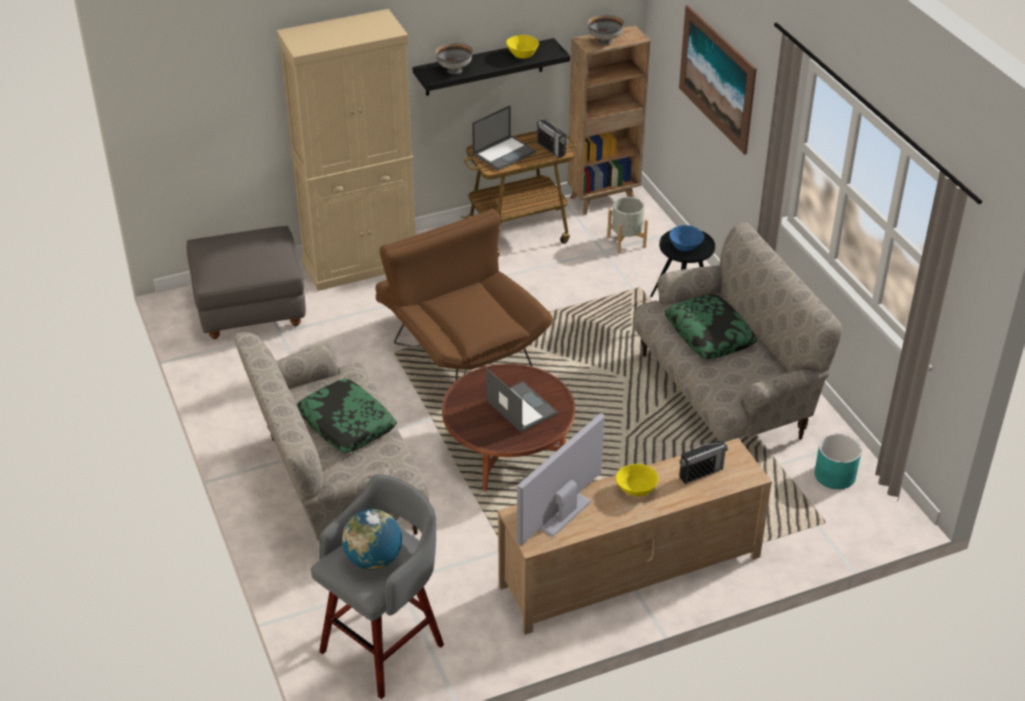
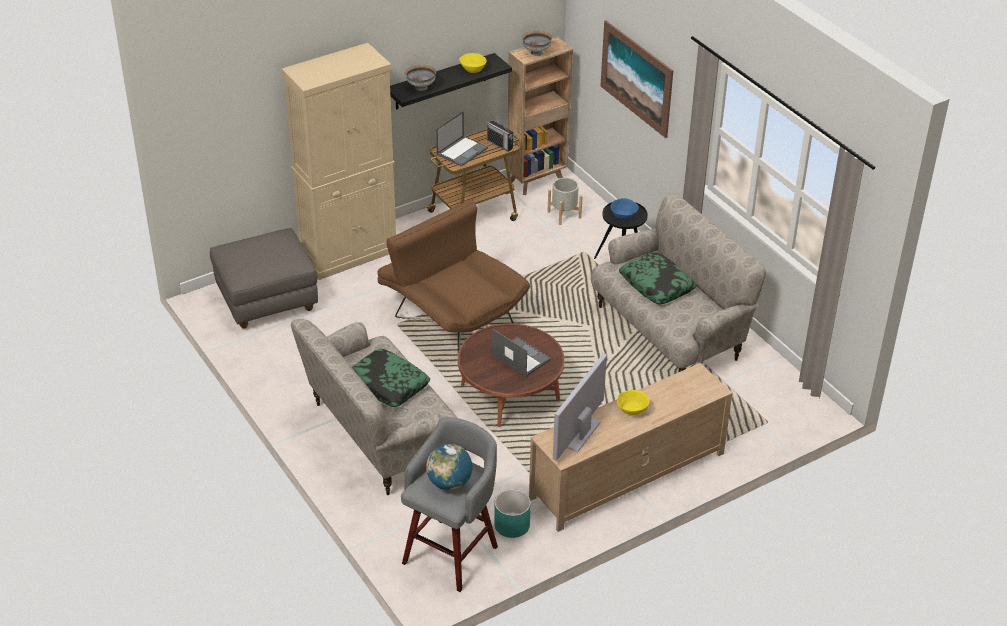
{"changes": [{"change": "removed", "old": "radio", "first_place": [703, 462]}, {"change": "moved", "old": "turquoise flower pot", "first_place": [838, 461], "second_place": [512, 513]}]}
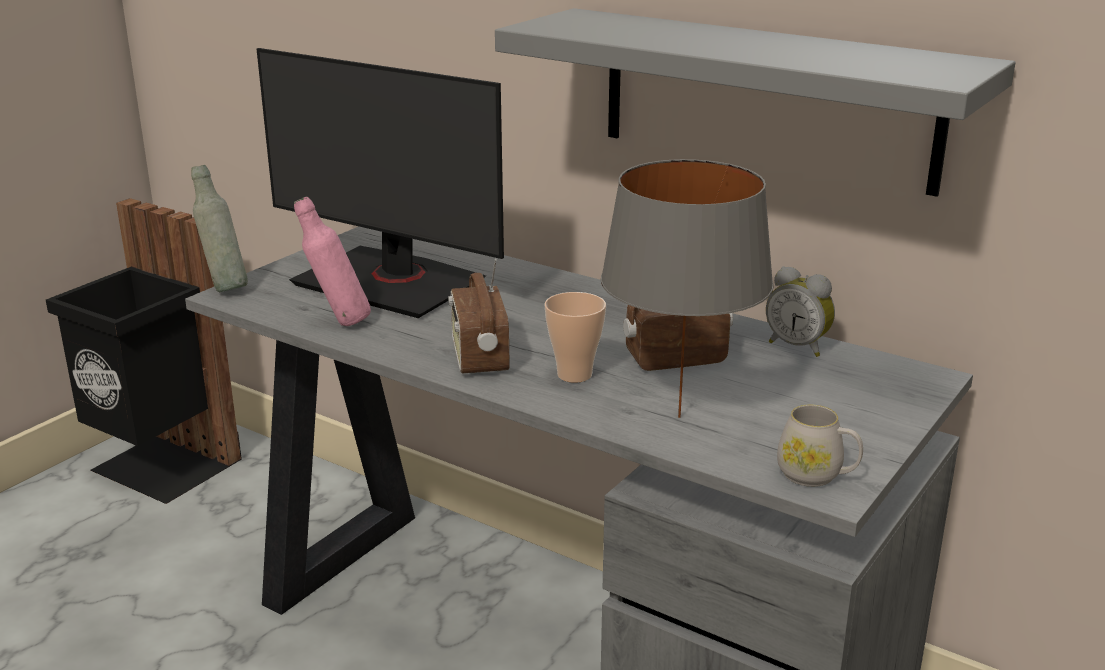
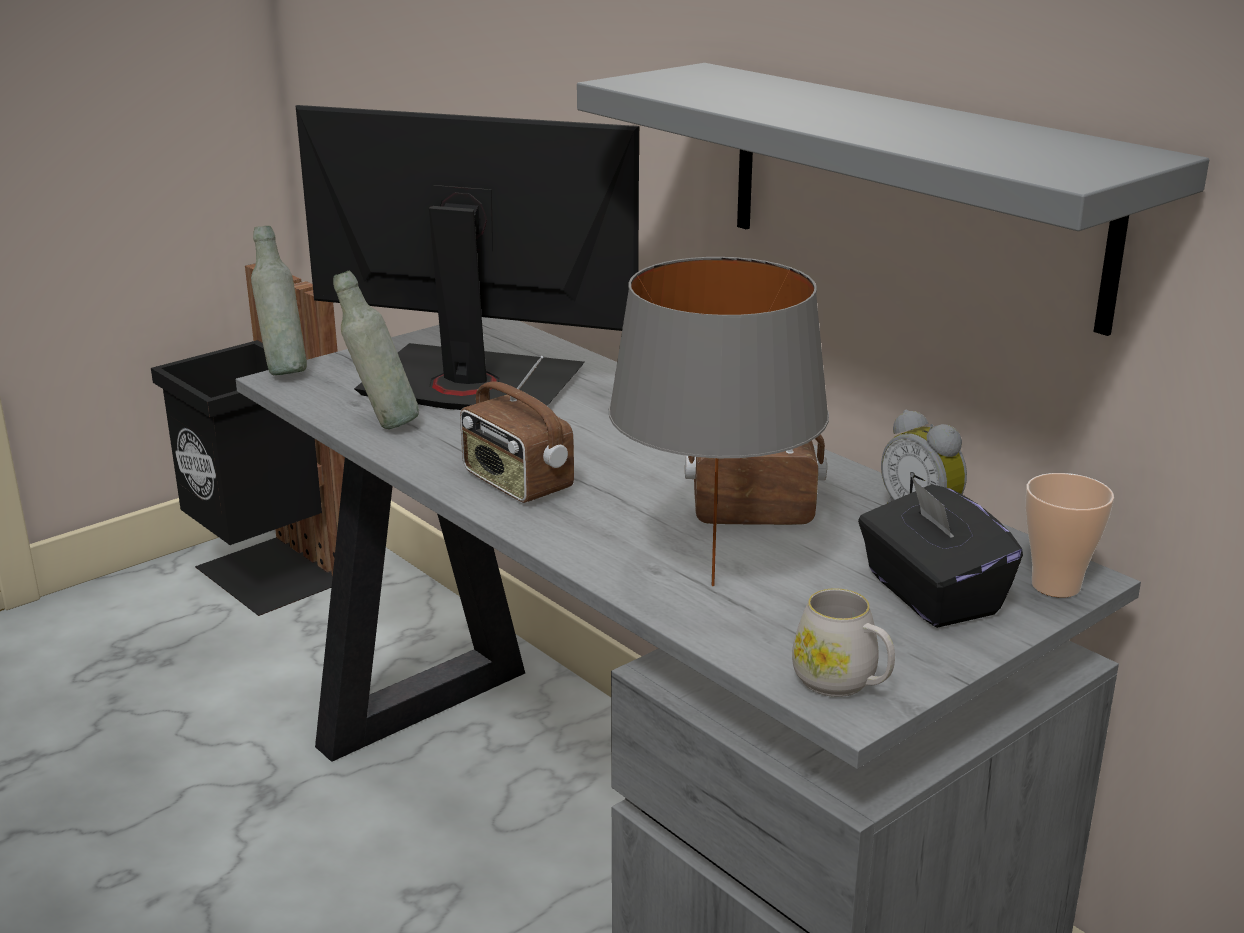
{"changes": [{"change": "turned", "old": "monitor", "first_place": [380, 183], "second_place": [467, 257], "degrees": 150}, {"change": "recoloured", "old": "pink-coloured drink bottle", "new": "grey drink bottle", "first_place": [332, 261], "second_place": [376, 350]}, {"change": "turned", "old": "radio", "first_place": [478, 315], "second_place": [517, 429], "degrees": -45}, {"change": "moved", "old": "drinking cup", "first_place": [575, 337], "second_place": [1069, 535]}, {"change": "added", "new": "blackish box of tissues", "second_place": [940, 552]}]}
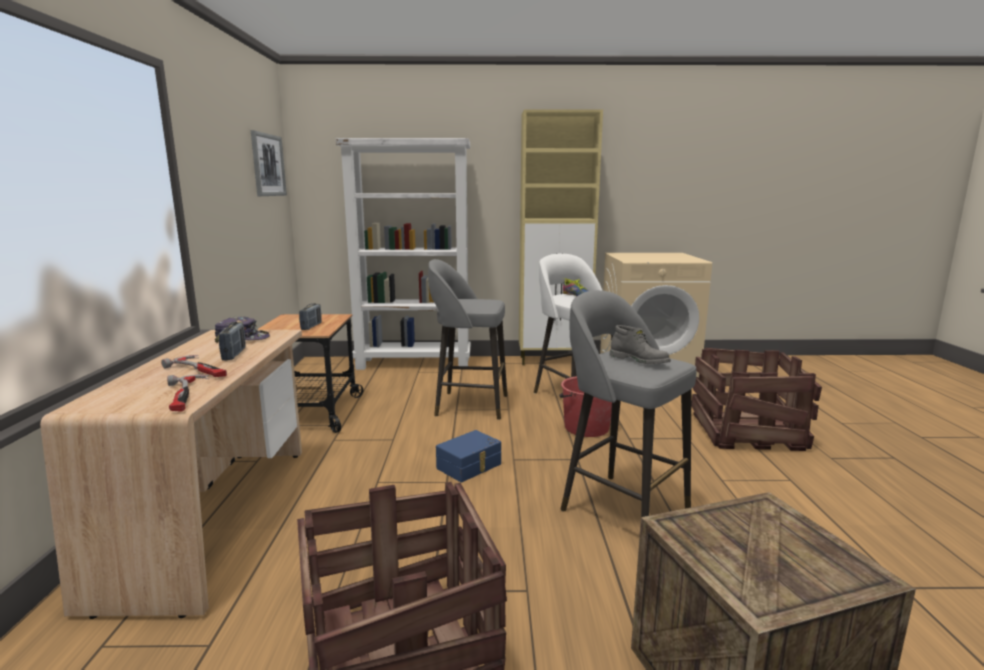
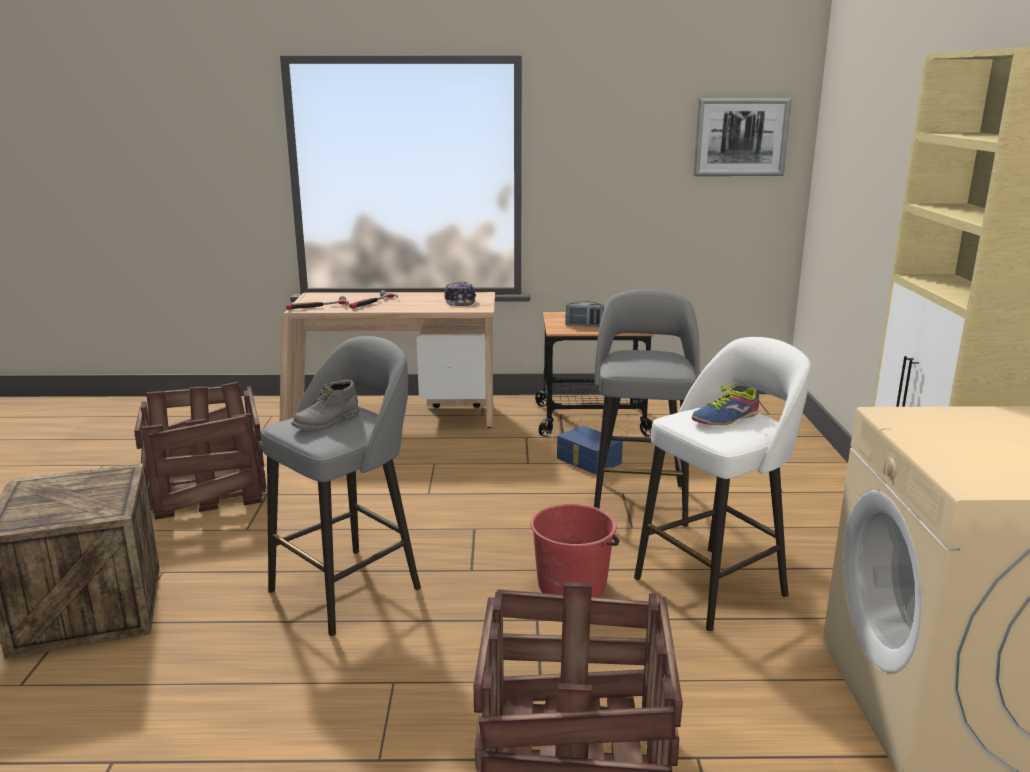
{"changes": [{"change": "removed", "old": "radio", "first_place": [232, 341]}, {"change": "removed", "old": "white shelving unit", "first_place": [403, 254]}, {"change": "moved", "old": "blue storage bin", "first_place": [468, 456], "second_place": [590, 450]}]}
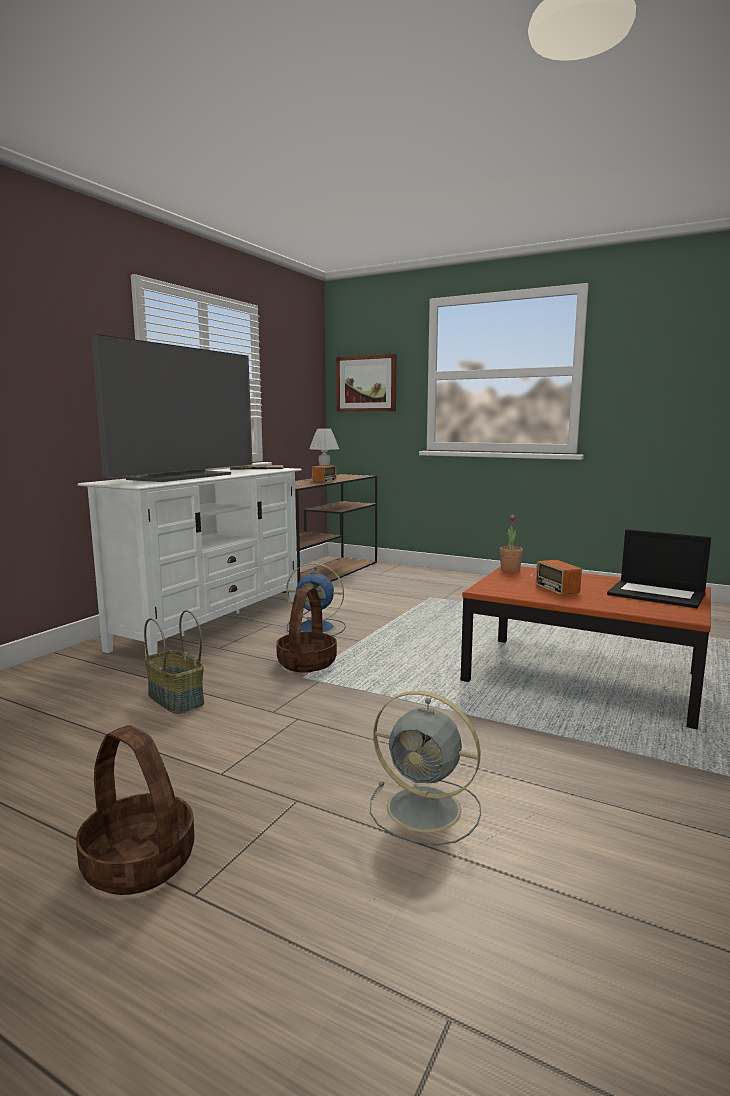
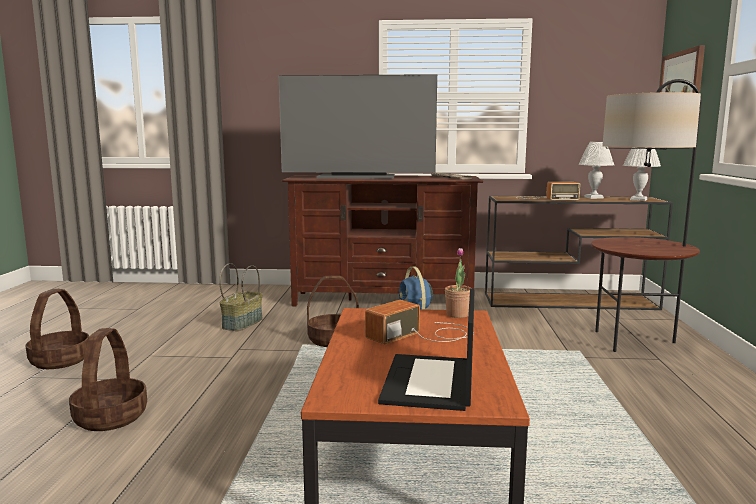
{"changes": [{"change": "recoloured", "old": "white media console", "new": "brown media console", "first_place": [189, 562], "second_place": [382, 240]}, {"change": "replaced", "old": "grey electric fan", "new": "household basket", "first_place": [425, 768], "second_place": [108, 379]}, {"change": "added", "new": "floor lamp", "second_place": [646, 215]}, {"change": "added", "new": "white lamp for a table", "second_place": [642, 174]}]}
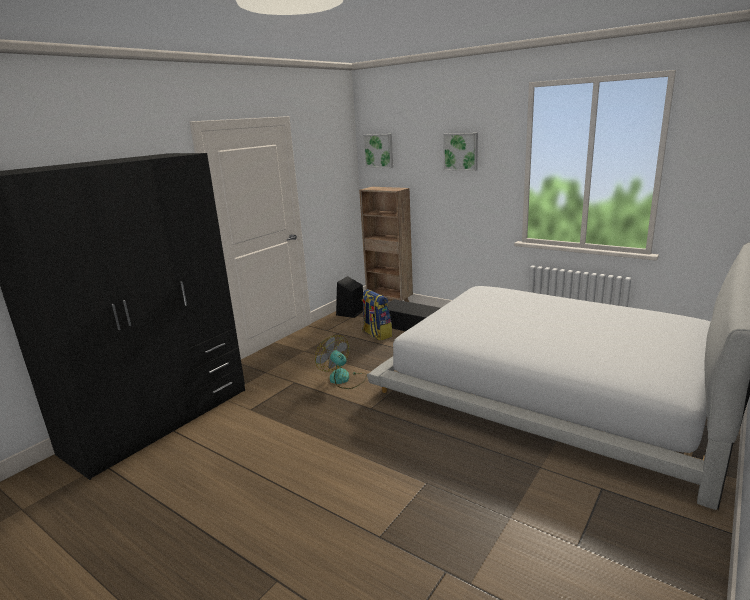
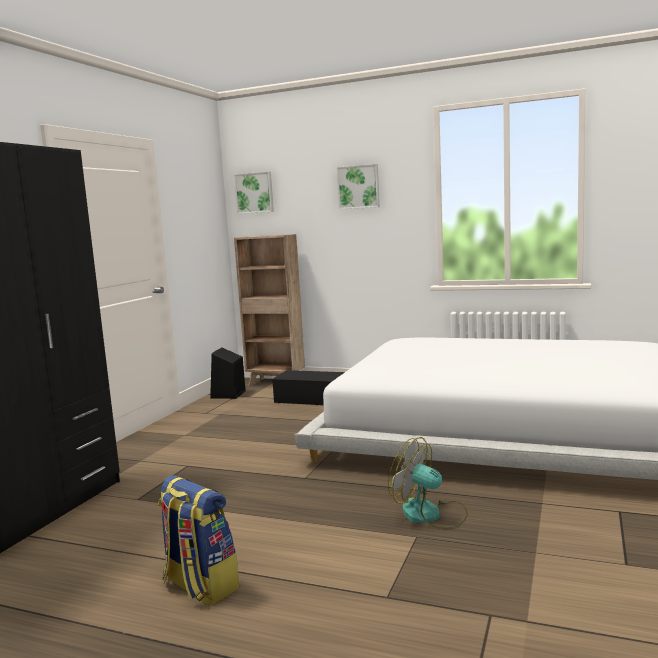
{"changes": [{"change": "moved", "old": "electric fan", "first_place": [341, 362], "second_place": [428, 483]}, {"change": "moved", "old": "knapsack", "first_place": [377, 315], "second_place": [198, 540]}]}
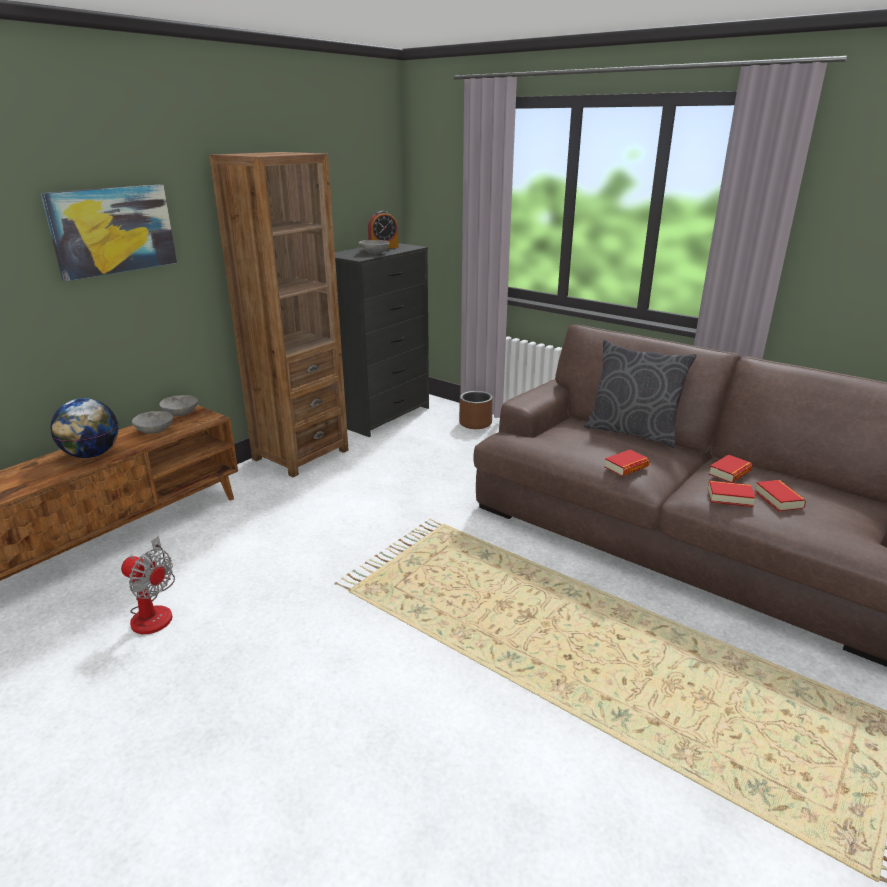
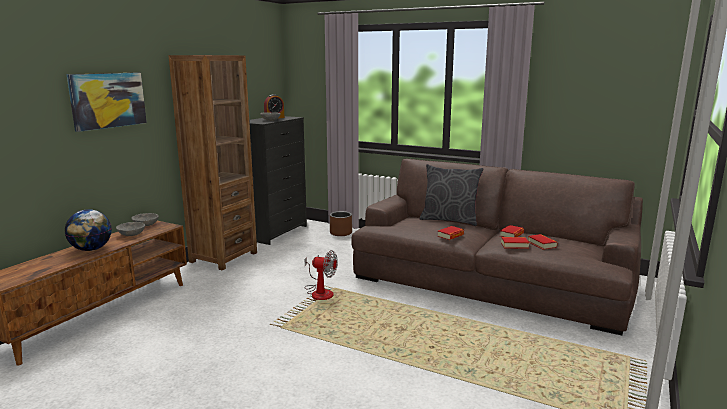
{"changes": [{"change": "moved", "old": "electric fan", "first_place": [148, 585], "second_place": [321, 275]}]}
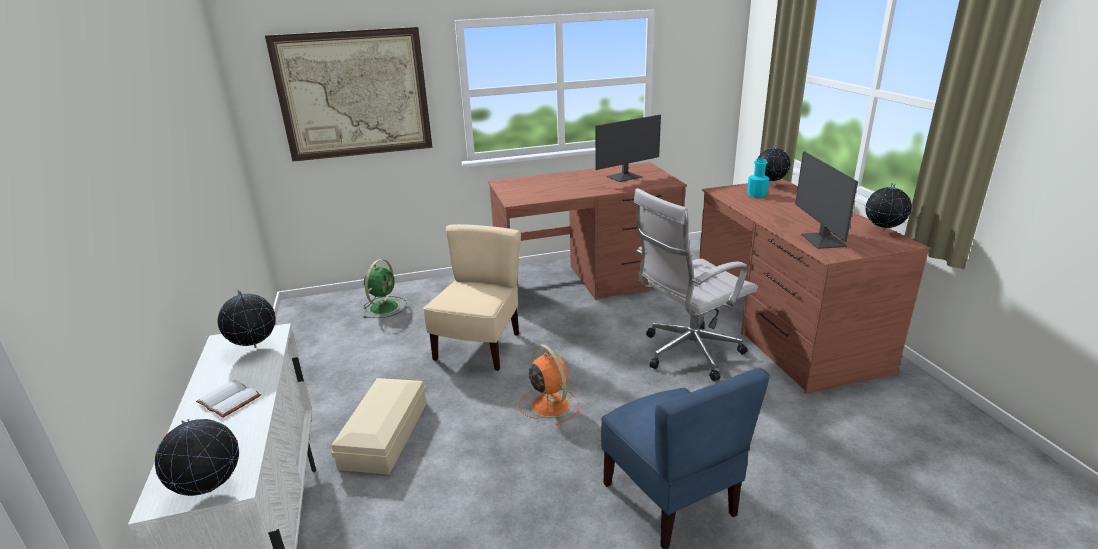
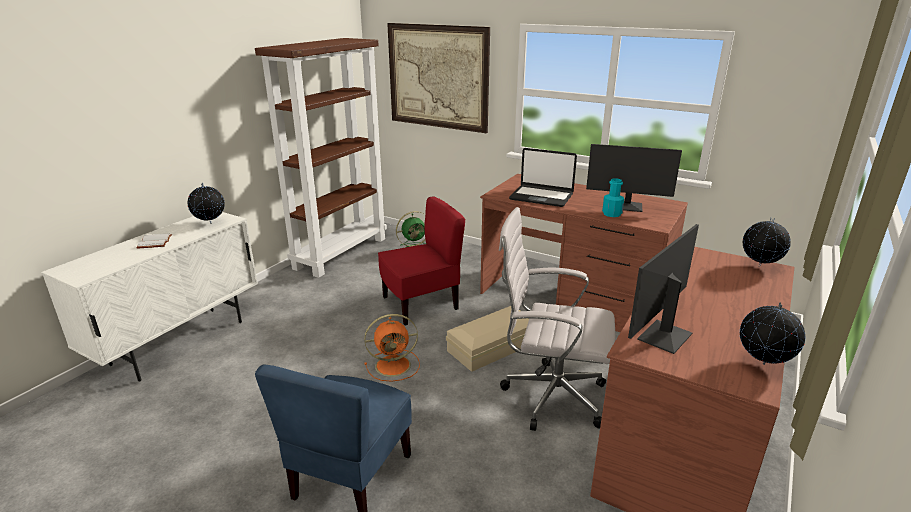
{"changes": [{"change": "removed", "old": "desk globe", "first_place": [197, 457]}, {"change": "moved", "old": "beige storage bin", "first_place": [378, 426], "second_place": [487, 339]}, {"change": "recoloured", "old": "beige chair", "new": "red chair", "first_place": [472, 297], "second_place": [421, 261]}, {"change": "turned", "old": "orange-coloured electric fan", "first_place": [549, 385], "second_place": [392, 347], "degrees": 60}, {"change": "moved", "old": "turquoise drink bottle", "first_place": [758, 177], "second_place": [613, 197]}, {"change": "added", "new": "brown shelving unit", "second_place": [321, 158]}, {"change": "added", "new": "portable computer", "second_place": [543, 177]}]}
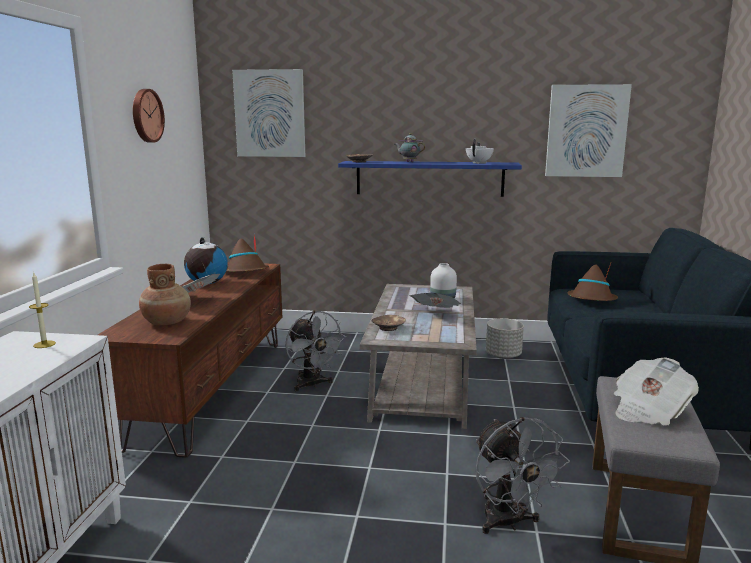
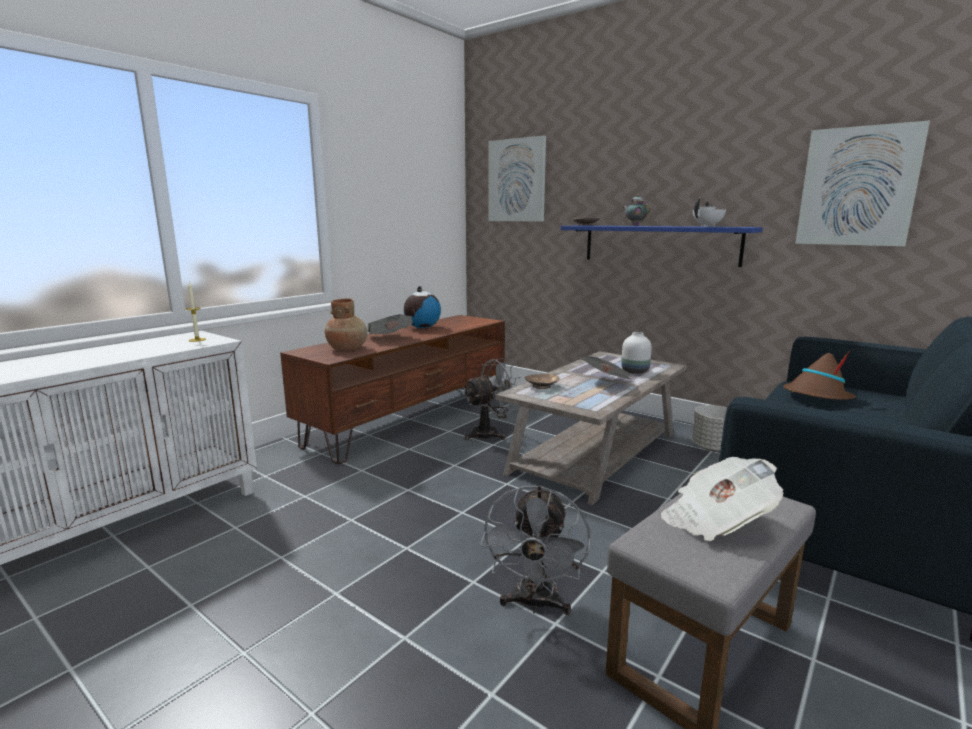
{"changes": [{"change": "removed", "old": "hanging clock", "first_place": [149, 116]}, {"change": "removed", "old": "brown hat", "first_place": [247, 253]}, {"change": "turned", "old": "grey electric fan", "first_place": [316, 351], "second_place": [492, 399], "degrees": -120}]}
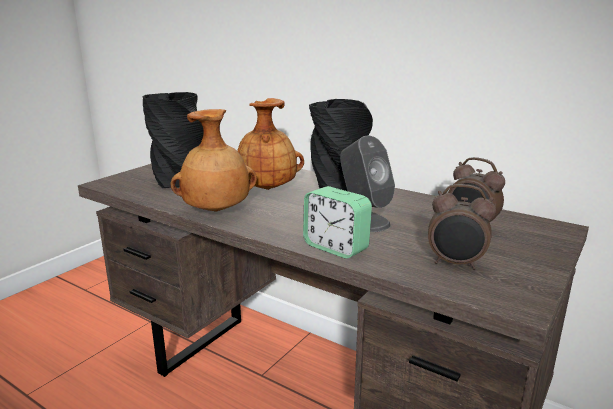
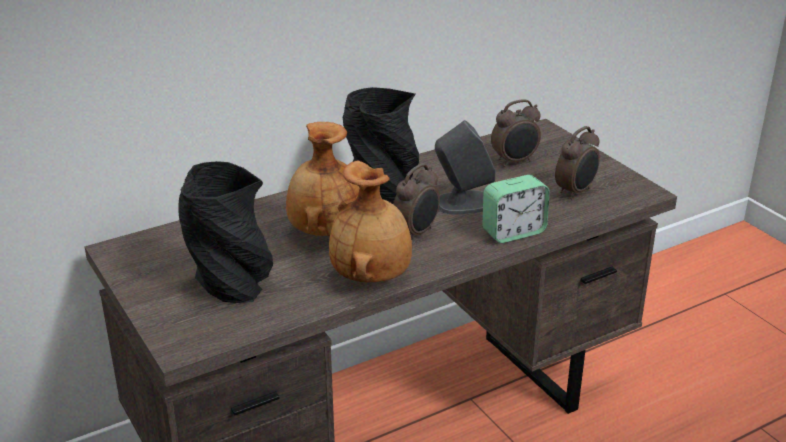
{"changes": [{"change": "added", "new": "bedside clock", "second_place": [416, 202]}]}
